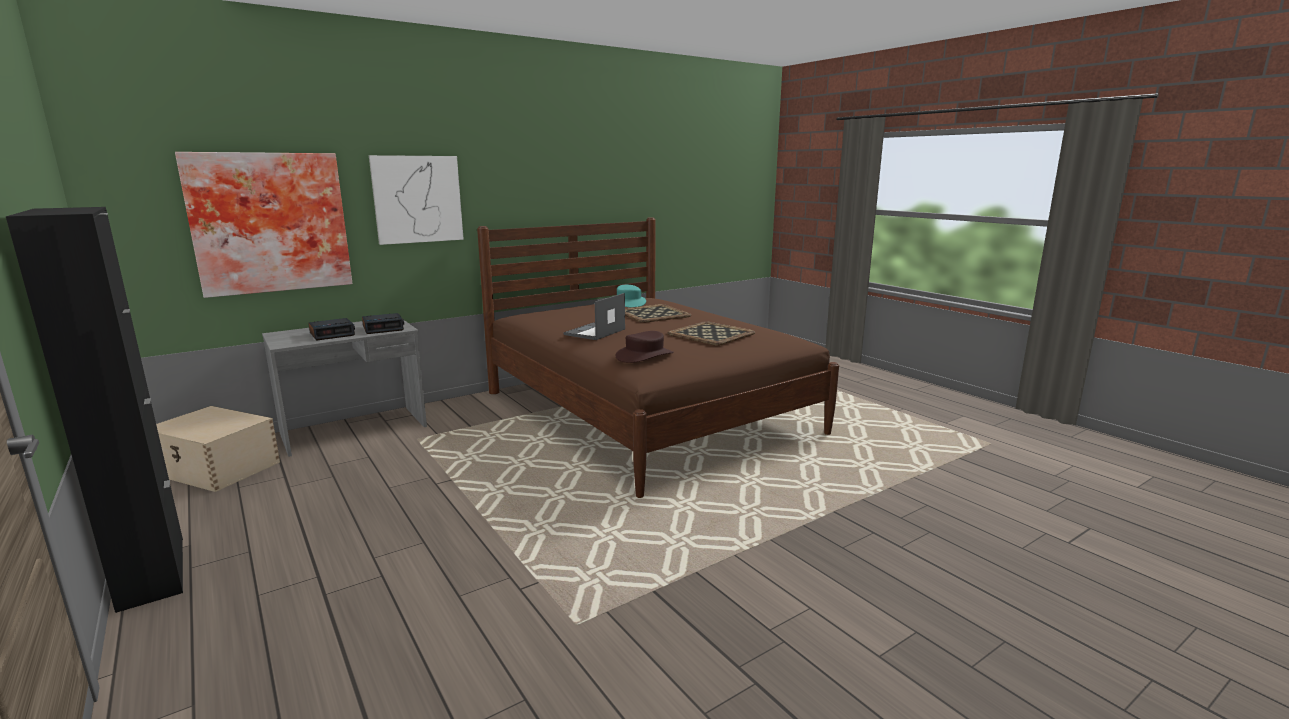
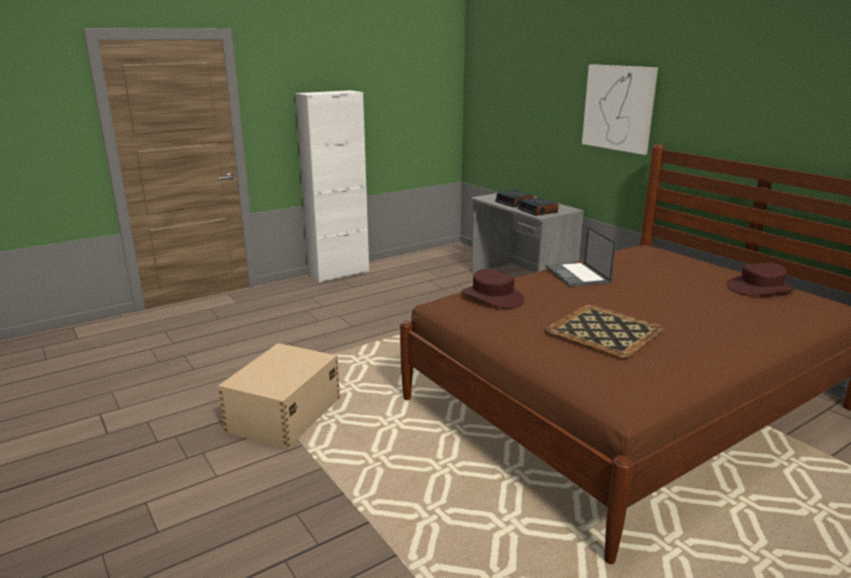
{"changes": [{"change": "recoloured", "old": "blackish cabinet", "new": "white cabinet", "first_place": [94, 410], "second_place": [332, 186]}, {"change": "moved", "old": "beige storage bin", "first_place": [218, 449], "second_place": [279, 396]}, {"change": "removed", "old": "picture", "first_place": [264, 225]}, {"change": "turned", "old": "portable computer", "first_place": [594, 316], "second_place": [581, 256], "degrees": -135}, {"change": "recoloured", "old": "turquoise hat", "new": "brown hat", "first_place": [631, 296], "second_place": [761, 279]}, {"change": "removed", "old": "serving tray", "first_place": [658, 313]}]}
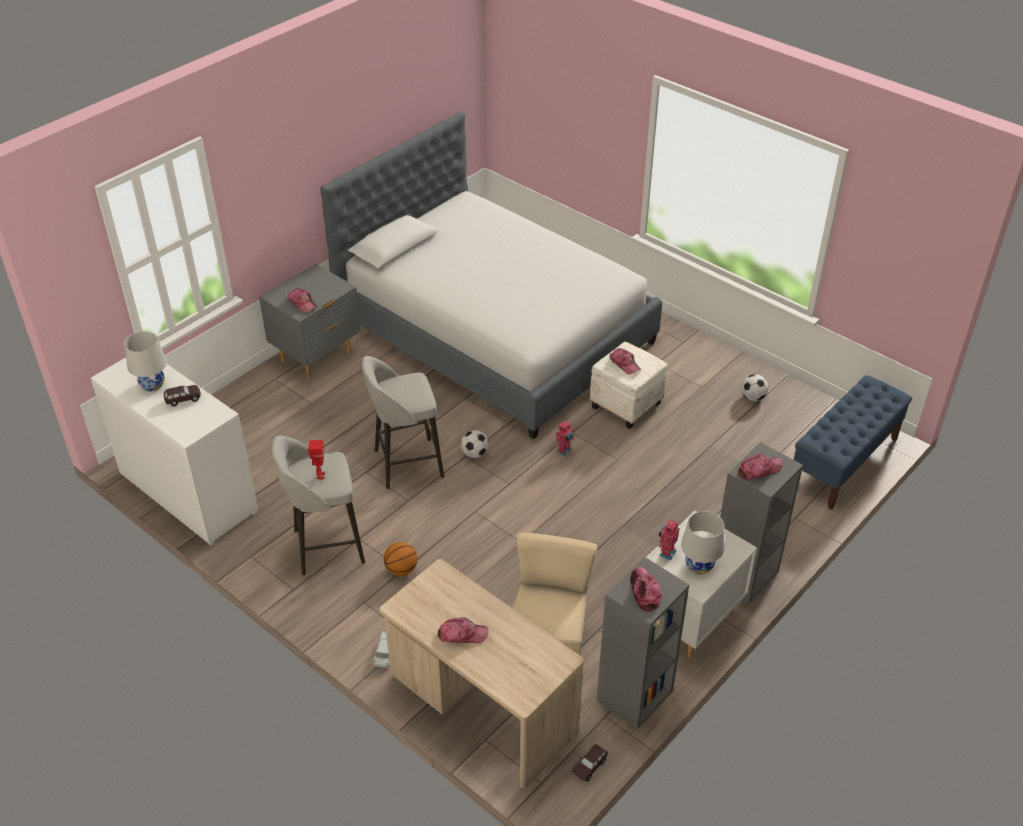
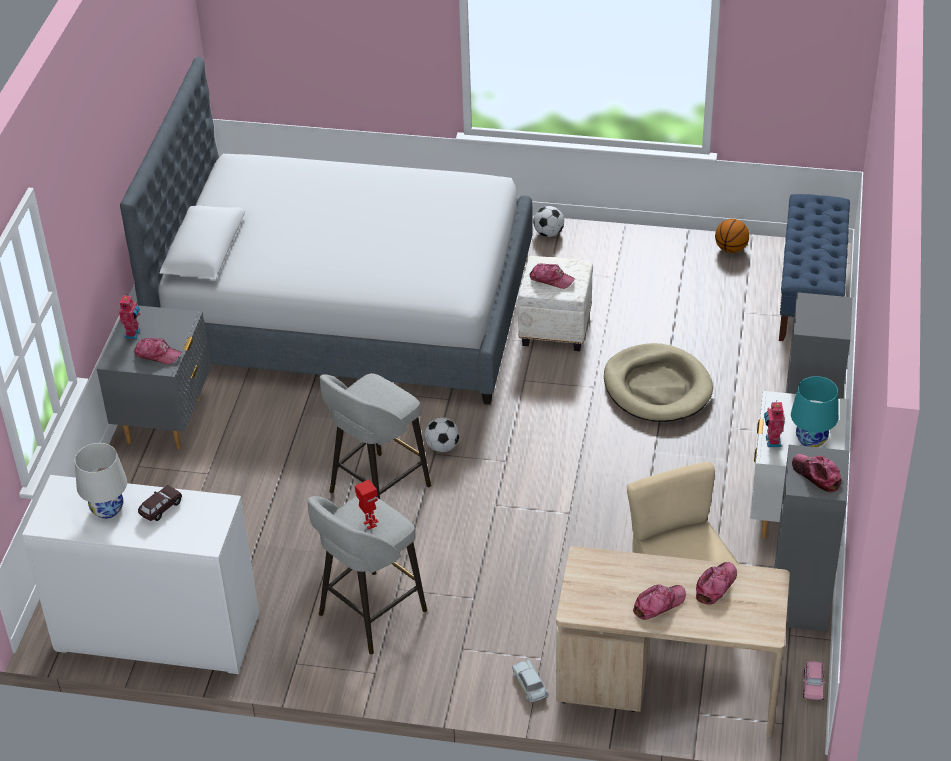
{"changes": [{"change": "moved", "old": "basketball ball", "first_place": [401, 559], "second_place": [732, 236]}, {"change": "moved", "old": "toy robot", "first_place": [565, 438], "second_place": [130, 316]}, {"change": "recoloured", "old": "brown miniature car", "new": "pink-coloured miniature car", "first_place": [590, 762], "second_place": [814, 680]}, {"change": "recoloured", "old": "white lamp for a table", "new": "turquoise lamp for a table", "first_place": [702, 543], "second_place": [814, 411]}, {"change": "moved", "old": "baseball cap", "first_place": [760, 467], "second_place": [716, 583]}, {"change": "moved", "old": "football ball", "first_place": [754, 387], "second_place": [548, 221]}, {"change": "added", "new": "beige dog cushion", "second_place": [658, 382]}]}
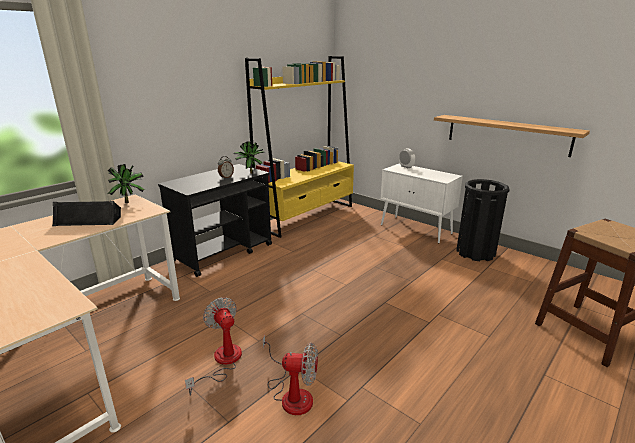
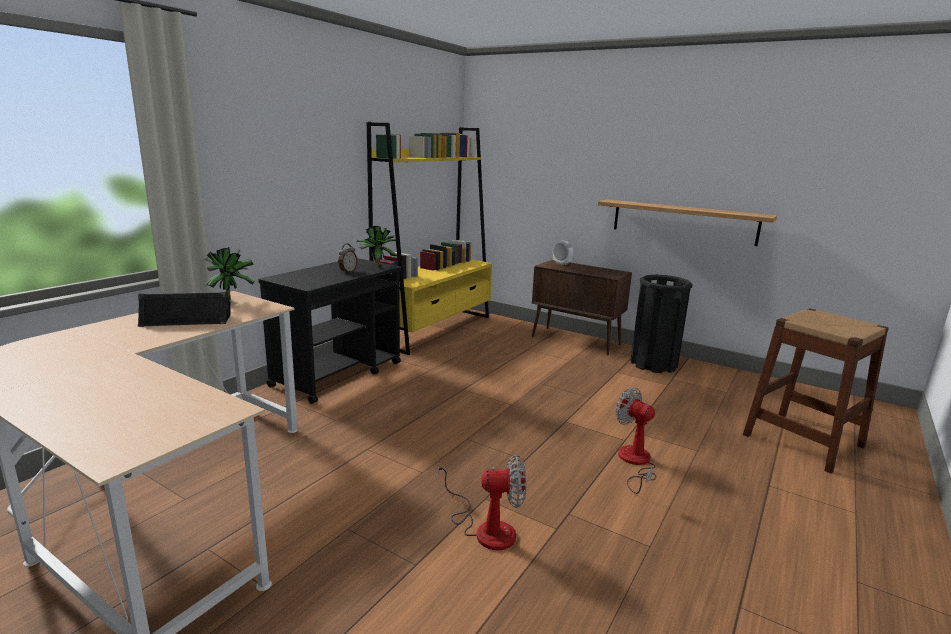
{"changes": [{"change": "moved", "old": "electric fan", "first_place": [213, 346], "second_place": [635, 440]}, {"change": "recoloured", "old": "white cabinet", "new": "brown cabinet", "first_place": [422, 203], "second_place": [582, 307]}]}
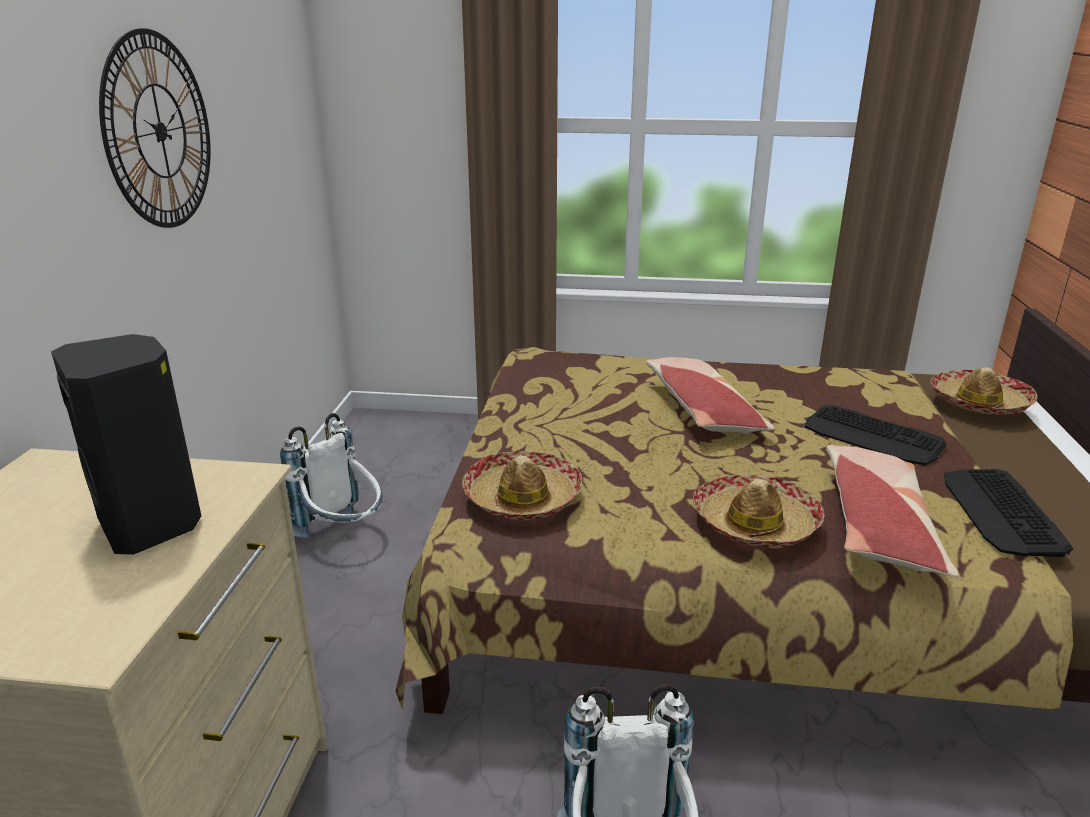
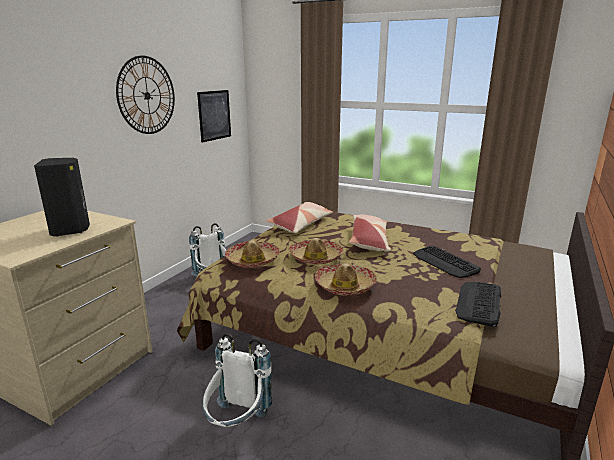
{"changes": [{"change": "moved", "old": "throw pillow", "first_place": [892, 511], "second_place": [299, 217]}, {"change": "moved", "old": "hat", "first_place": [983, 390], "second_place": [316, 251]}, {"change": "added", "new": "picture", "second_place": [214, 116]}]}
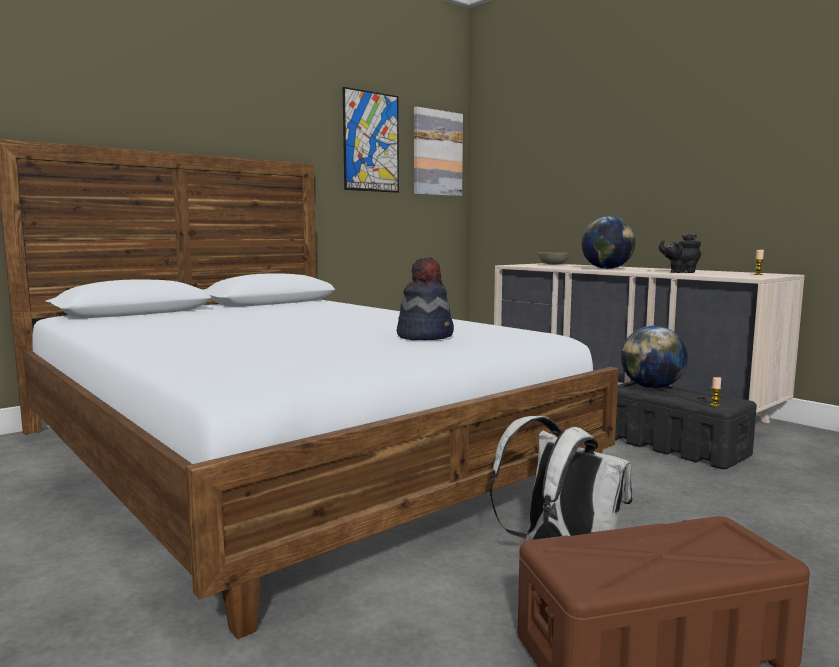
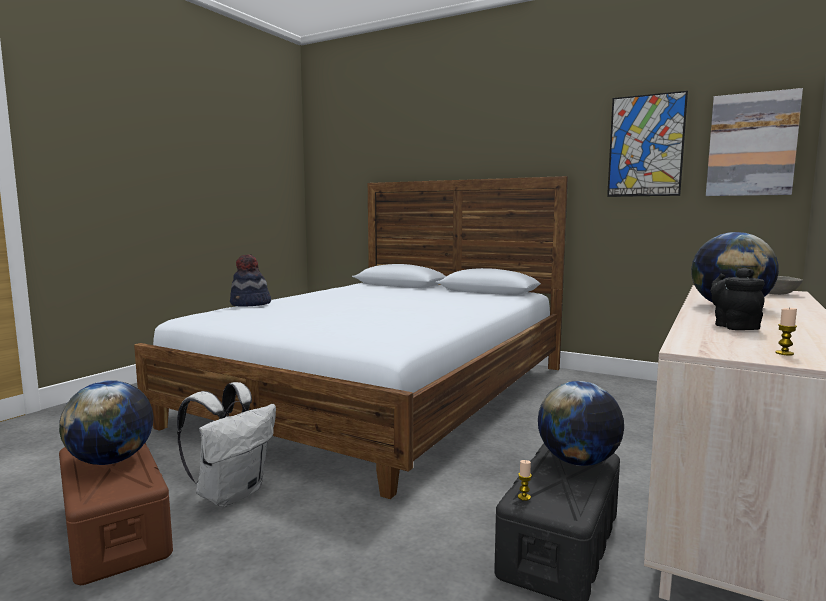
{"changes": [{"change": "moved", "old": "hat", "first_place": [425, 298], "second_place": [250, 280]}, {"change": "added", "new": "desk globe", "second_place": [106, 423]}]}
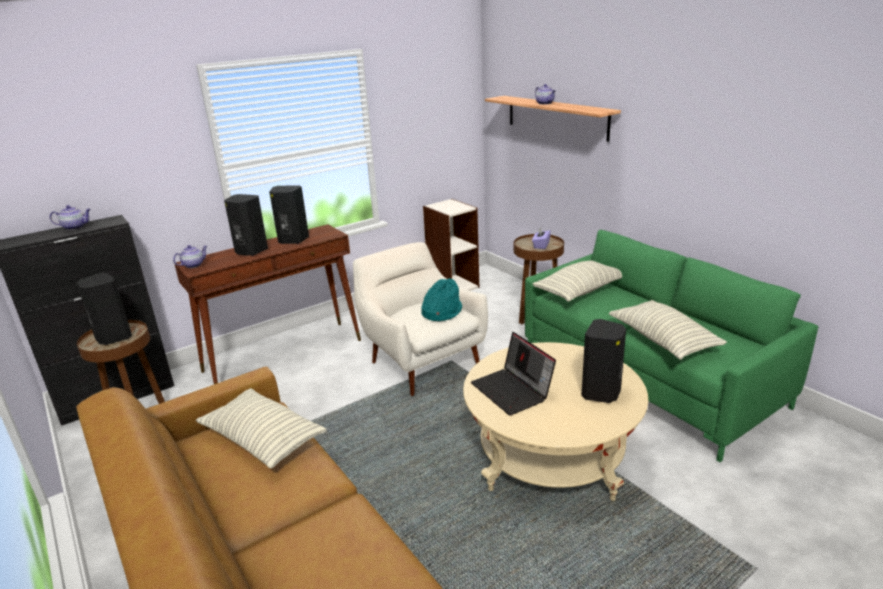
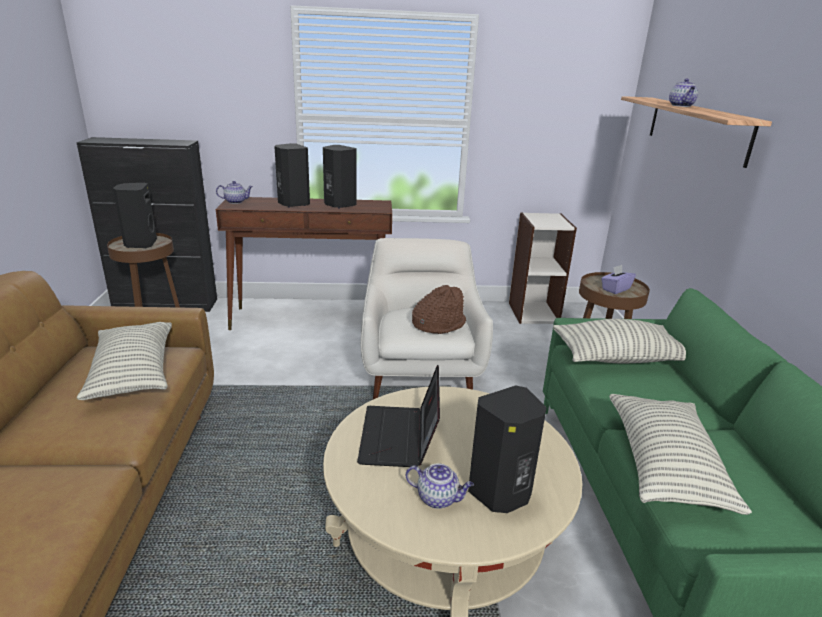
{"changes": [{"change": "moved", "old": "teapot", "first_place": [70, 217], "second_place": [440, 486]}, {"change": "recoloured", "old": "turquoise hat", "new": "brown hat", "first_place": [441, 299], "second_place": [439, 309]}]}
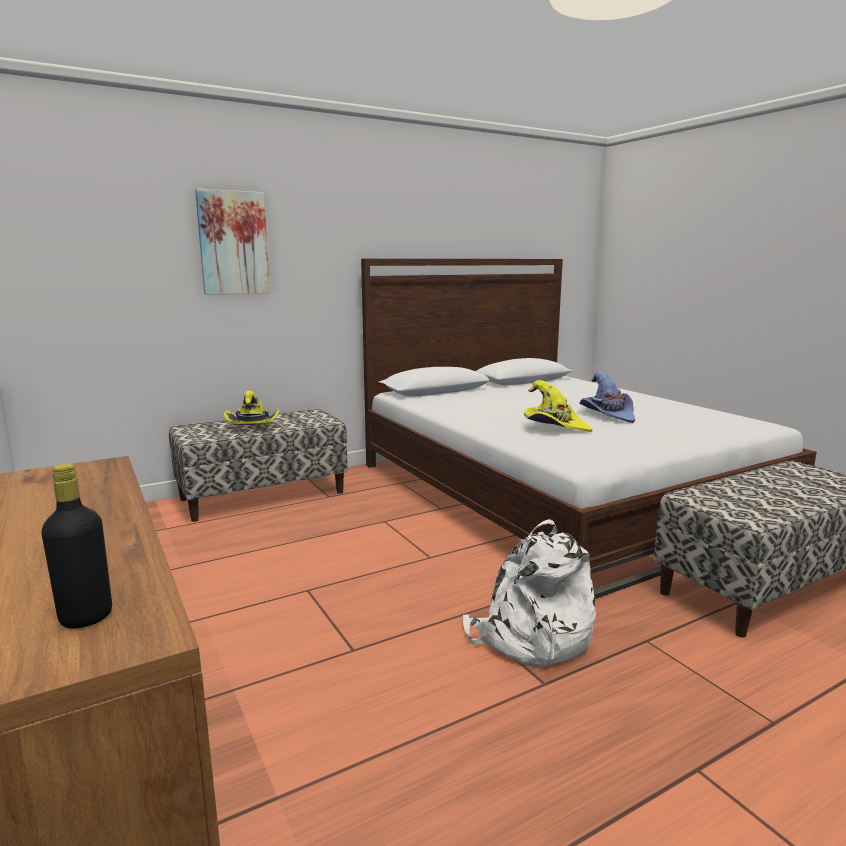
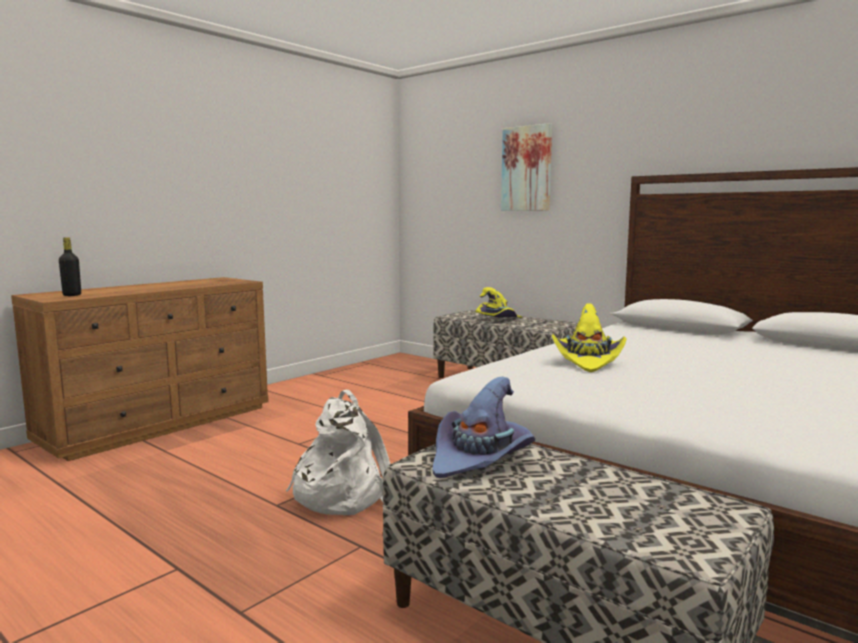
{"changes": [{"change": "moved", "old": "purple hat", "first_place": [607, 397], "second_place": [483, 427]}]}
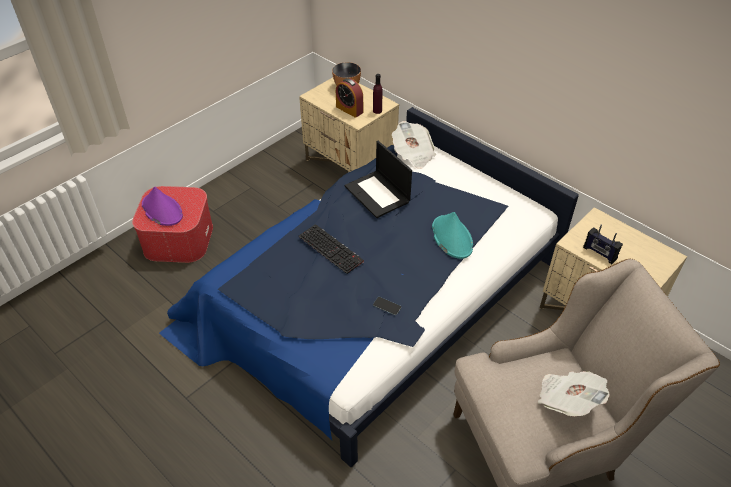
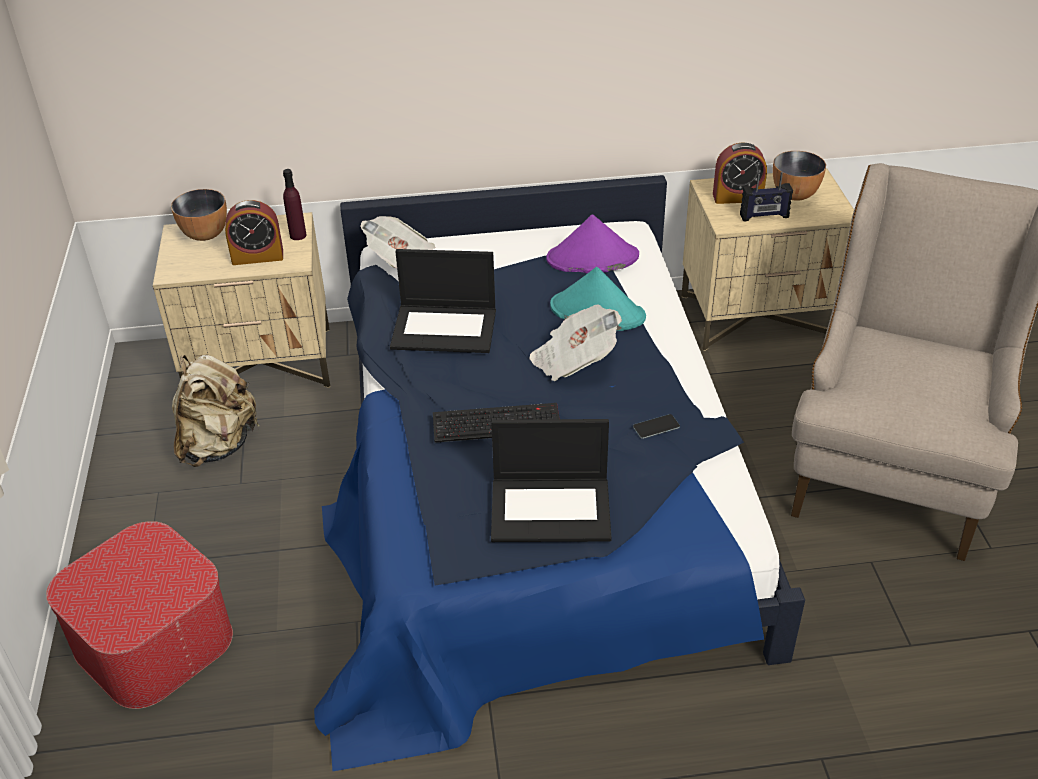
{"changes": [{"change": "moved", "old": "purple hat", "first_place": [162, 206], "second_place": [592, 244]}, {"change": "moved", "old": "printed paper", "first_place": [573, 393], "second_place": [575, 342]}, {"change": "added", "new": "beige knapsack", "second_place": [215, 411]}, {"change": "added", "new": "portable computer", "second_place": [551, 480]}, {"change": "added", "new": "bedside clock", "second_place": [740, 173]}, {"change": "added", "new": "serving bowl", "second_place": [799, 176]}]}
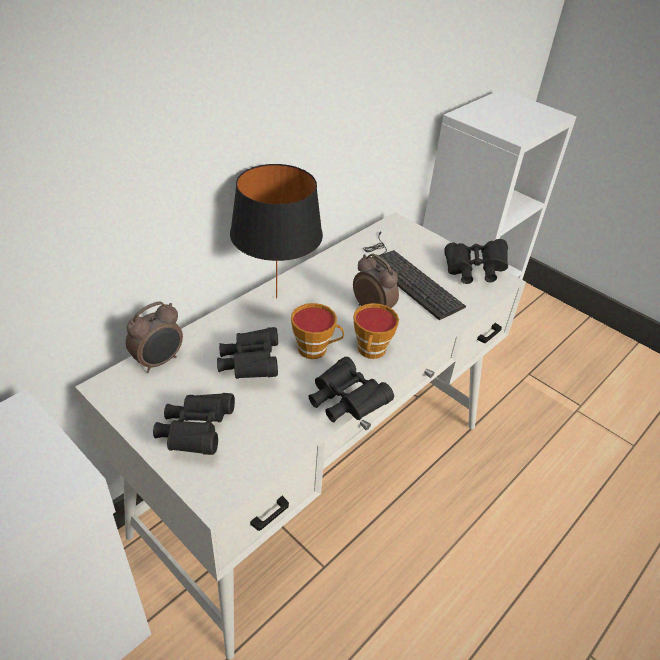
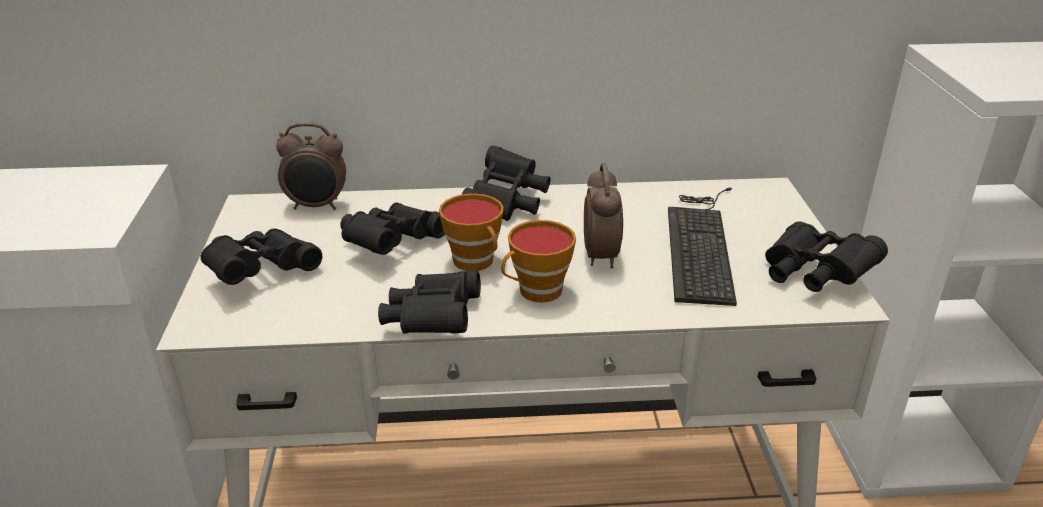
{"changes": [{"change": "replaced", "old": "blackish lamp for a table", "new": "blackish binoculars", "first_place": [276, 231], "second_place": [506, 183]}]}
